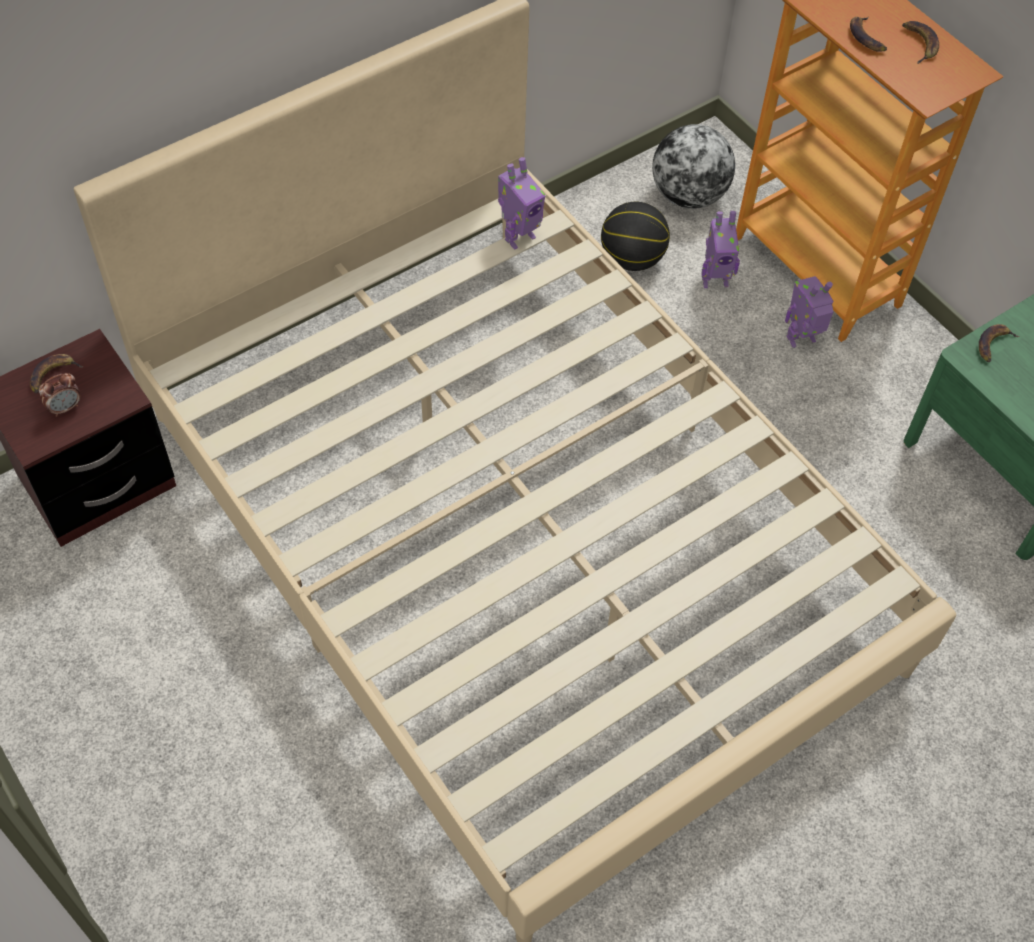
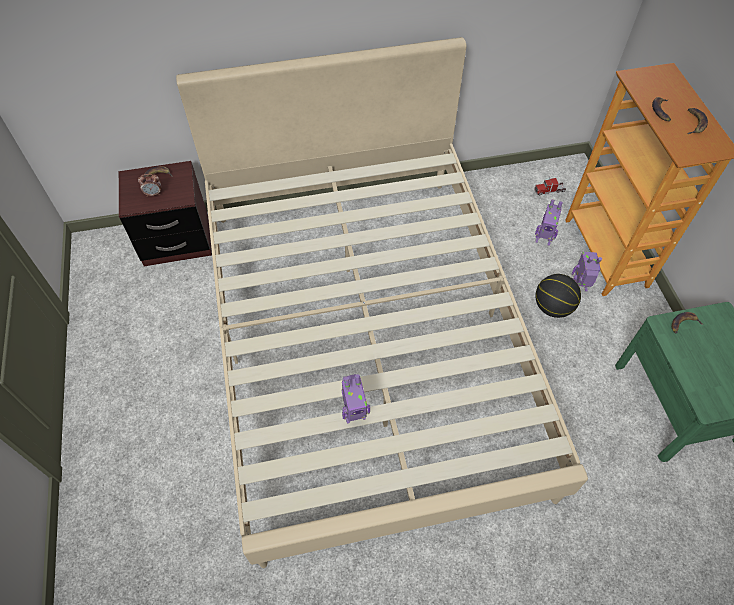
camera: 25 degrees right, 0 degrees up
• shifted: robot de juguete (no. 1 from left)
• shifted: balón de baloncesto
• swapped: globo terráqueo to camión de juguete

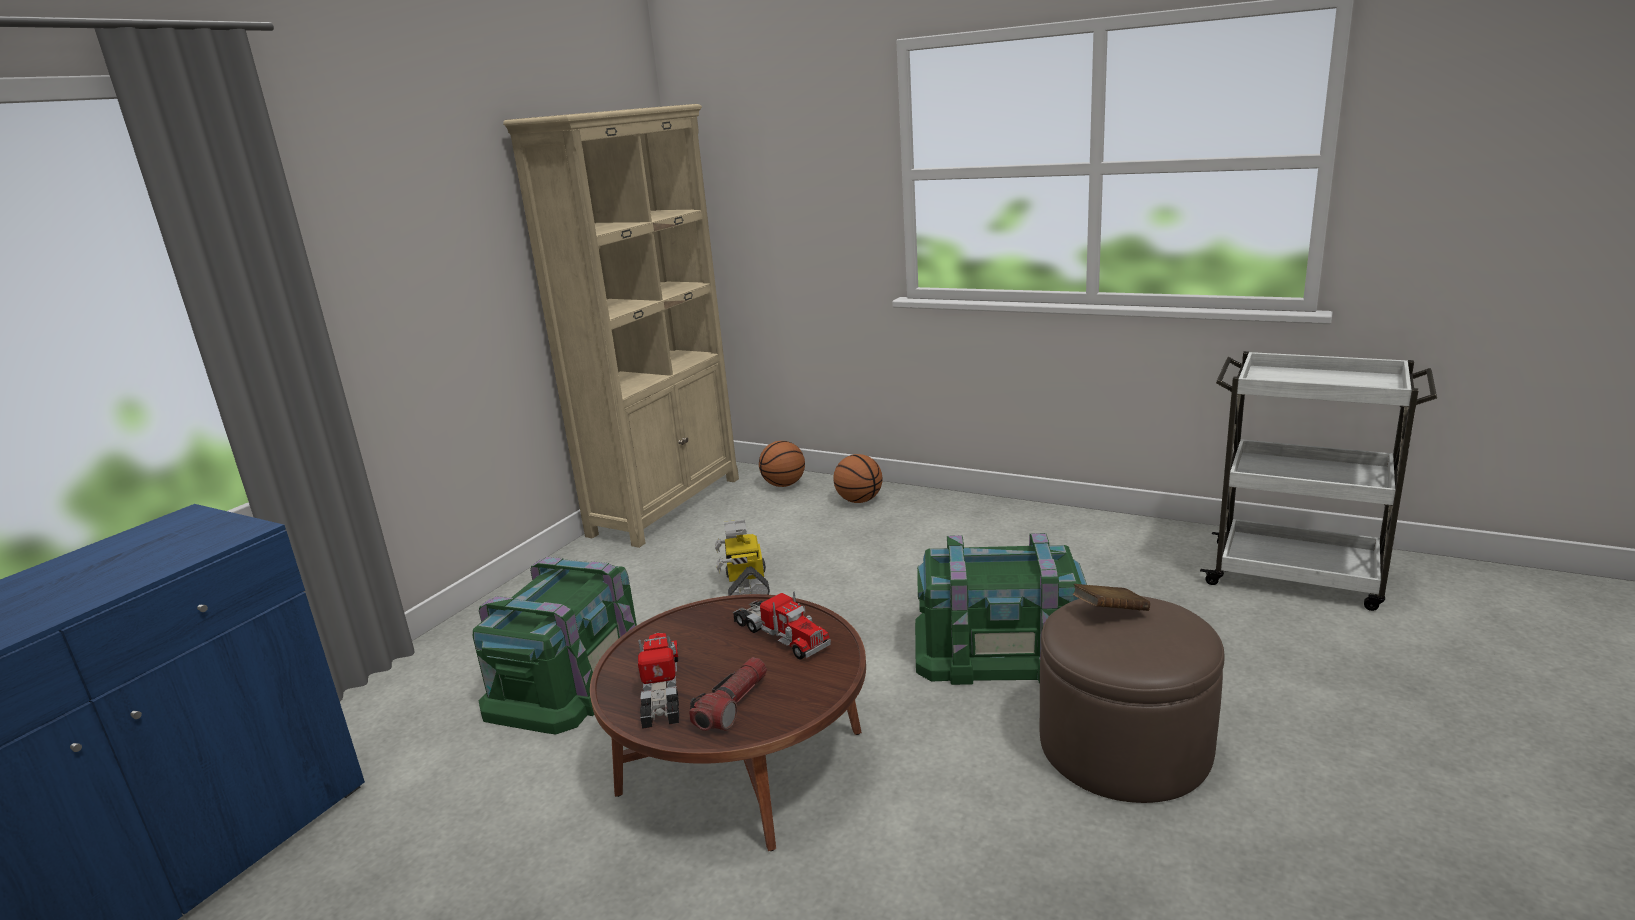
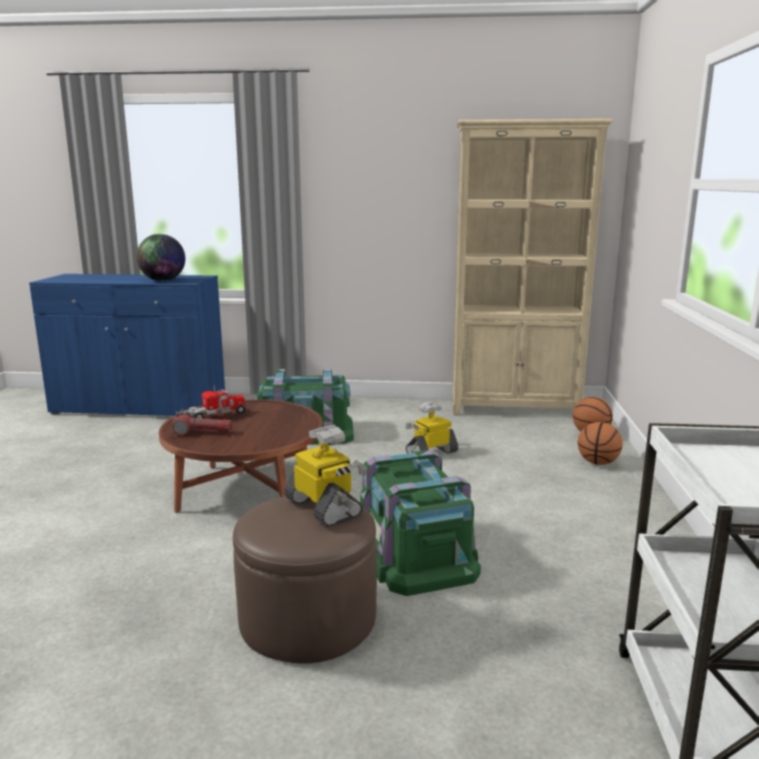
camera: 65 degrees right, 5 degrees down
• gone: camión de juguete (no. 2 from left)
• swapped: libro [marrón] to robot de juguete (no. 1 from left)
• new: globo terráqueo

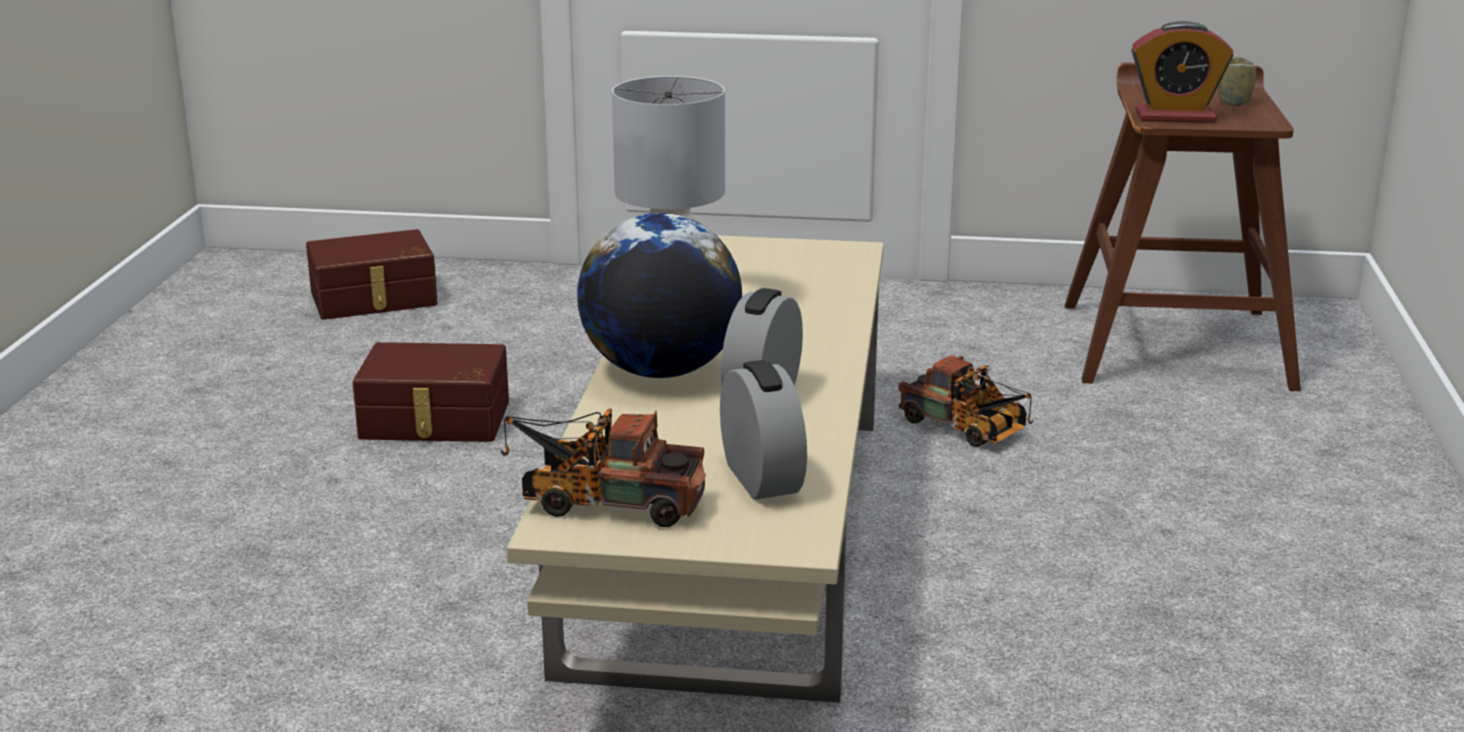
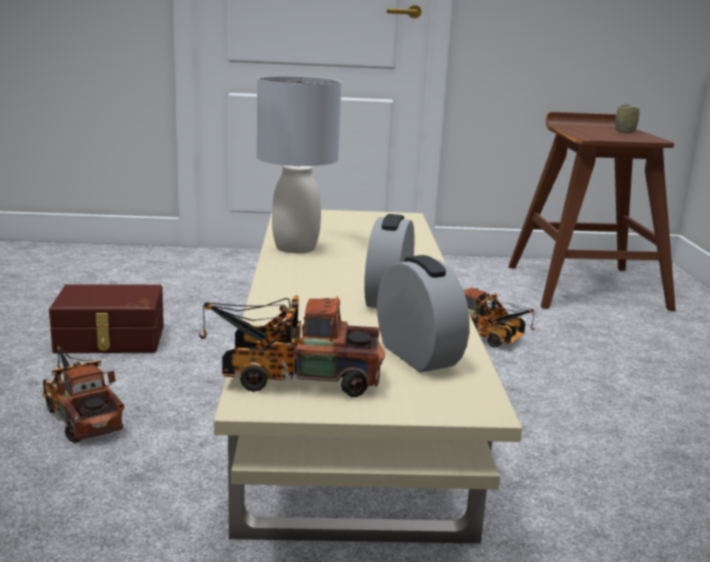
camera: 10 degrees left, 5 degrees down
• gone: caja de almacenaje [marrón] (no. 1 from left)
• gone: globo terráqueo
• gone: despertador (no. 3 from left)
• new: camión de juguete (no. 1 from left)

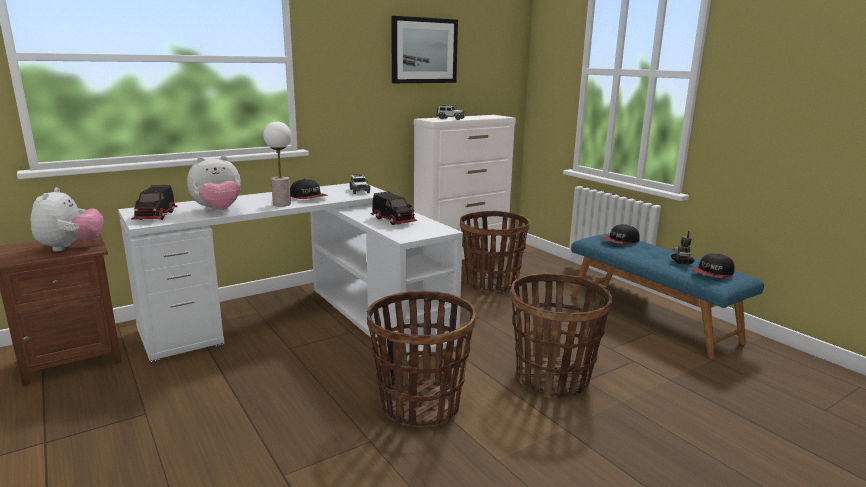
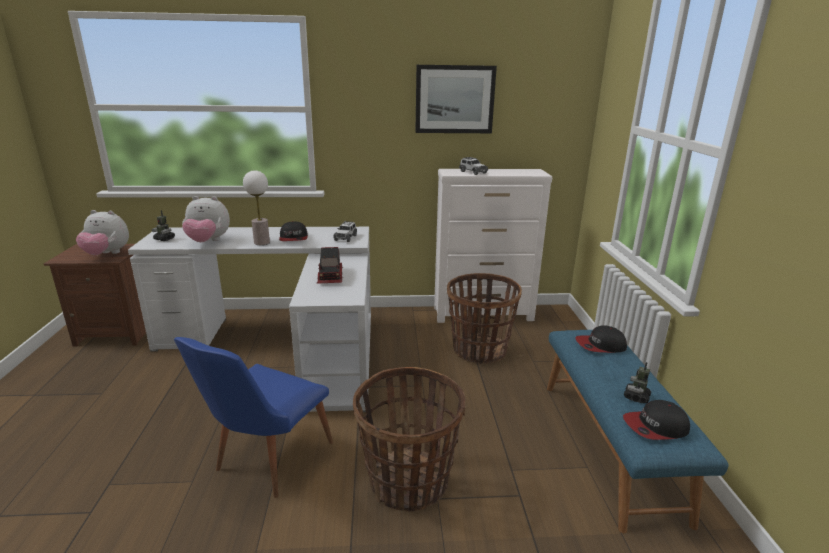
camera: 30 degrees right, 5 degrees up
• rotated: peluche (no. 1 from left) 75 degrees clockwise
• swapped: camión de juguete (no. 1 from left) to robot de juguete (no. 1 from left)
• swapped: cesta (no. 1 from left) to silla [azul]

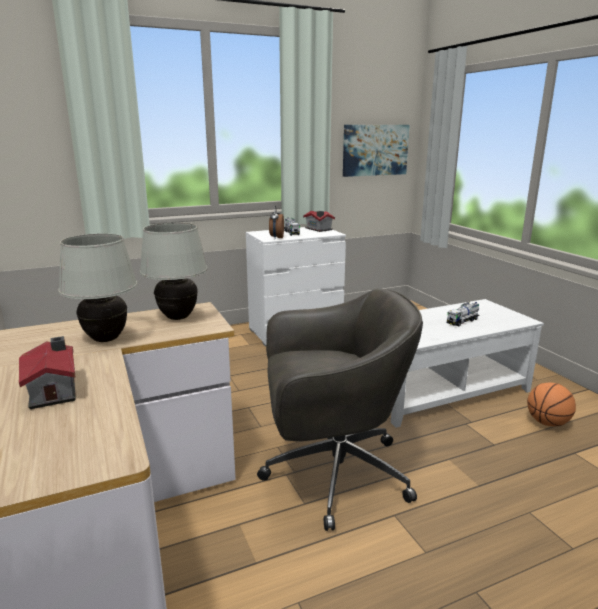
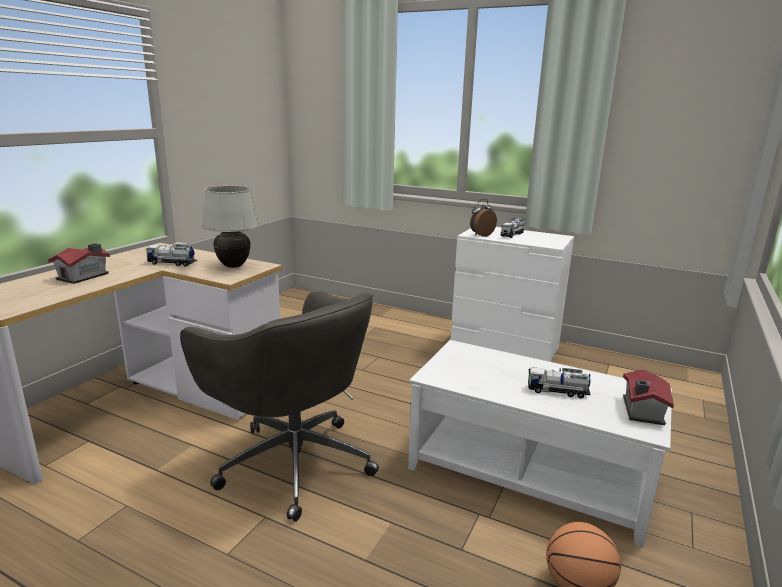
camera: 50 degrees right, 0 degrees up
• swapped: lámpara de mesa [blanco] (no. 1 from left) to camión de juguete (no. 1 from left)
• shifted: casita (no. 2 from left)
• gone: cuadro

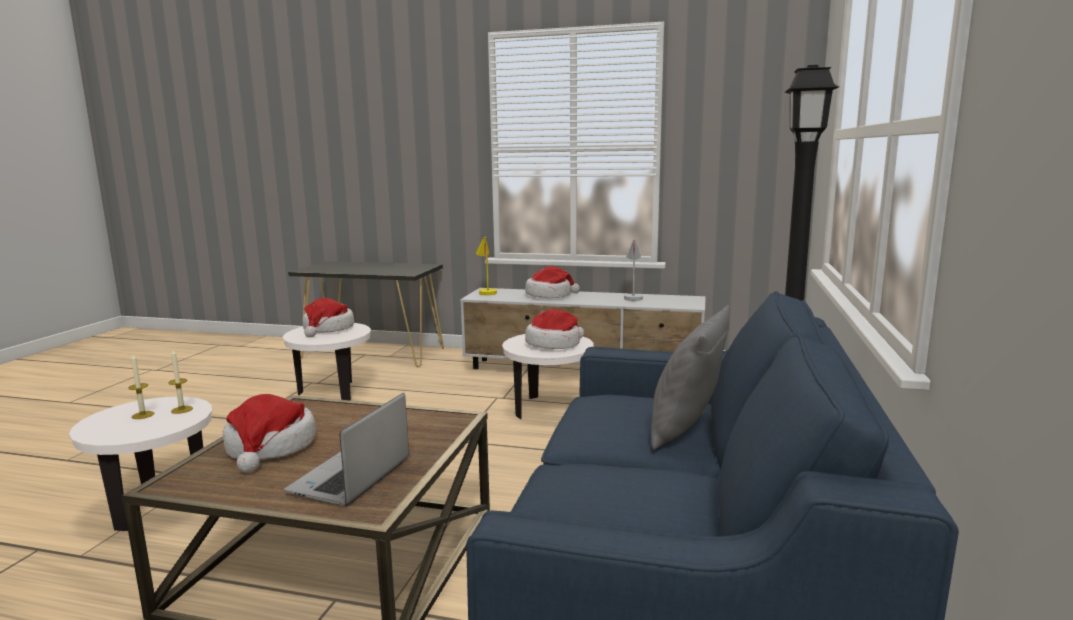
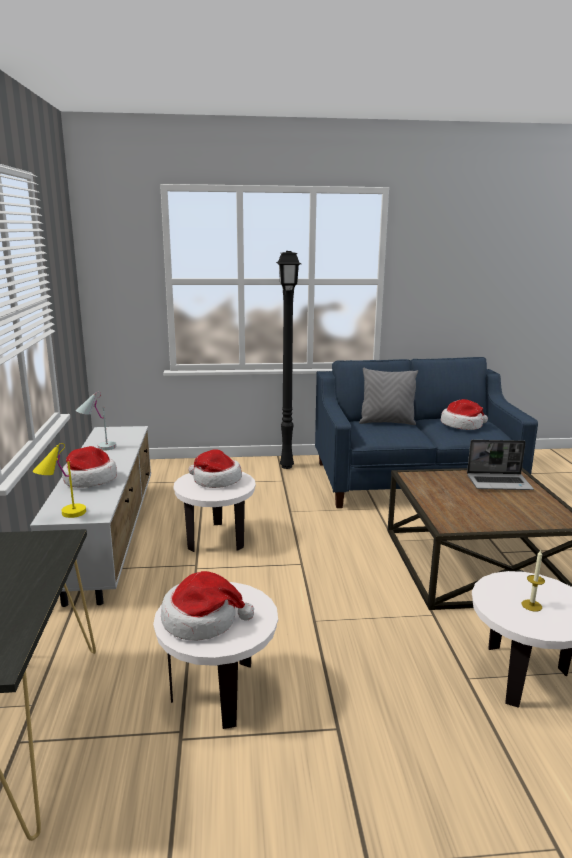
camera: 110 degrees left, 5 degrees up
• gone: vela (no. 2 from left)
• shifted: sombrero (no. 1 from left in the first image) to sombrero (no. 4 from left)

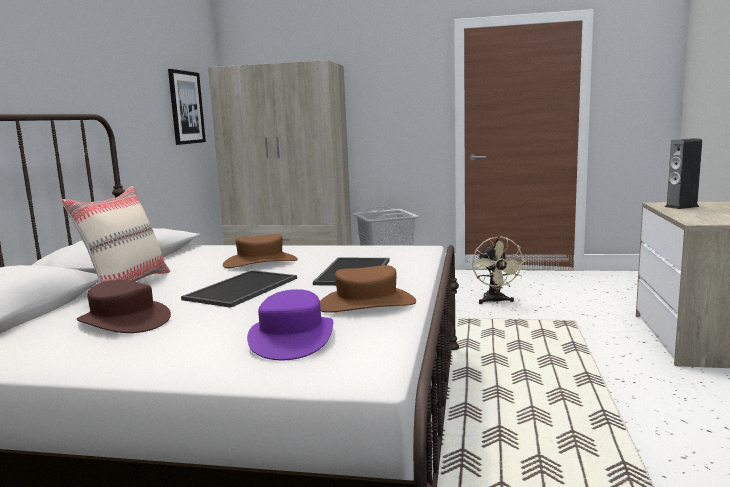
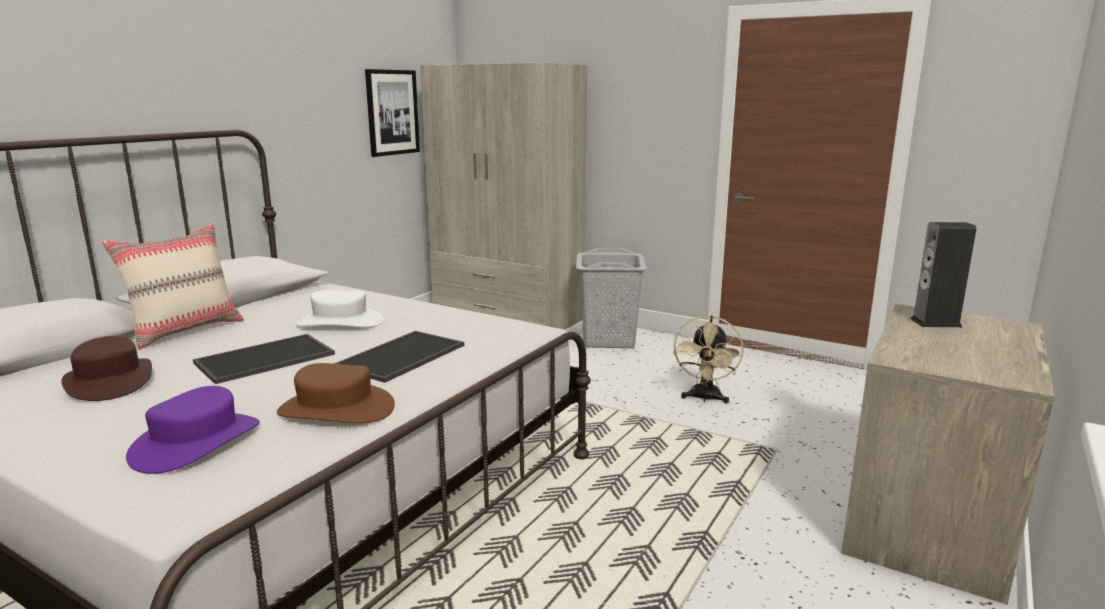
camera: 20 degrees right, 5 degrees up
• repainted: sombrero [marrón] (no. 2 from left) to sombrero [blanco]

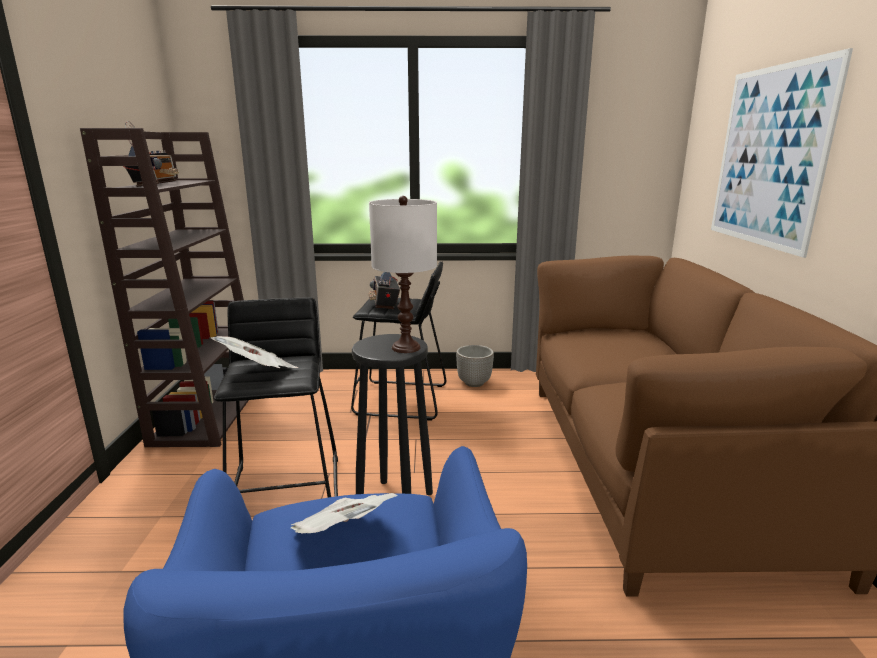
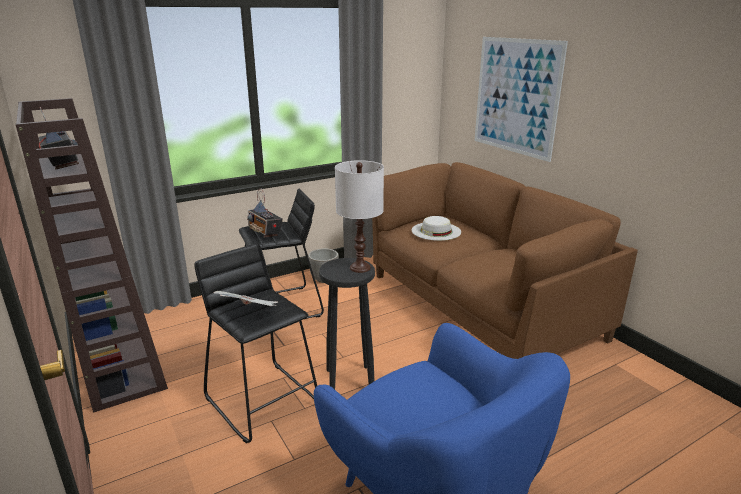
camera: 30 degrees left, 5 degrees up
• gone: periódico (no. 2 from left)
• new: sombrero [blanco]

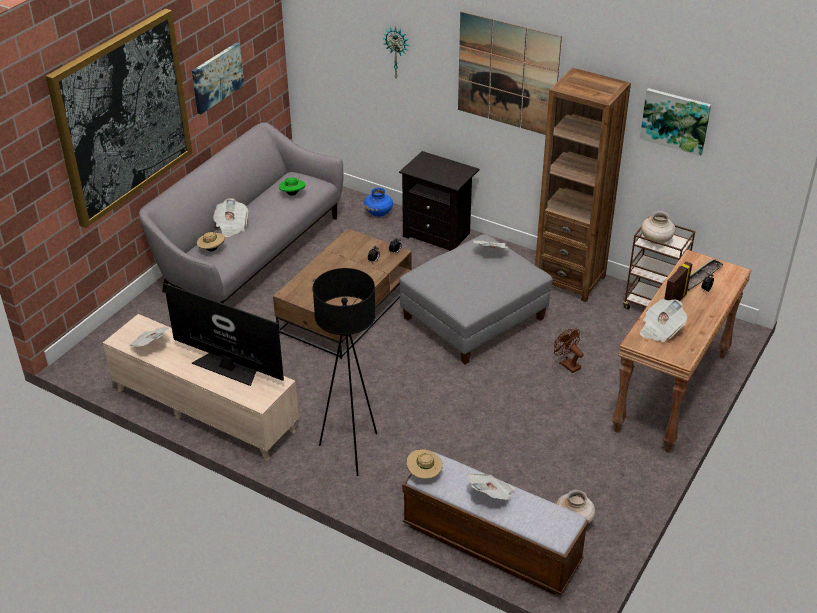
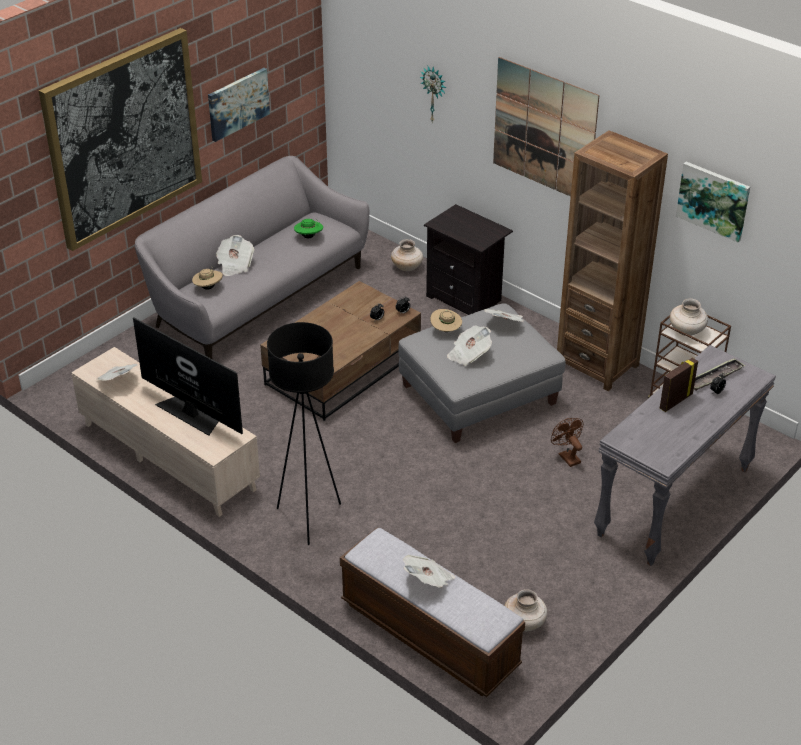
camera: 10 degrees right, 0 degrees up
• repainted: florero [azul] to florero [beis] (no. 1 from left)
• shifted: sombrero [beis] (no. 2 from left)
• repainted: mesa consola [marrón] to mesa consola [gris]
• shifted: periódico (no. 5 from left in the first image) to periódico (no. 4 from left)

